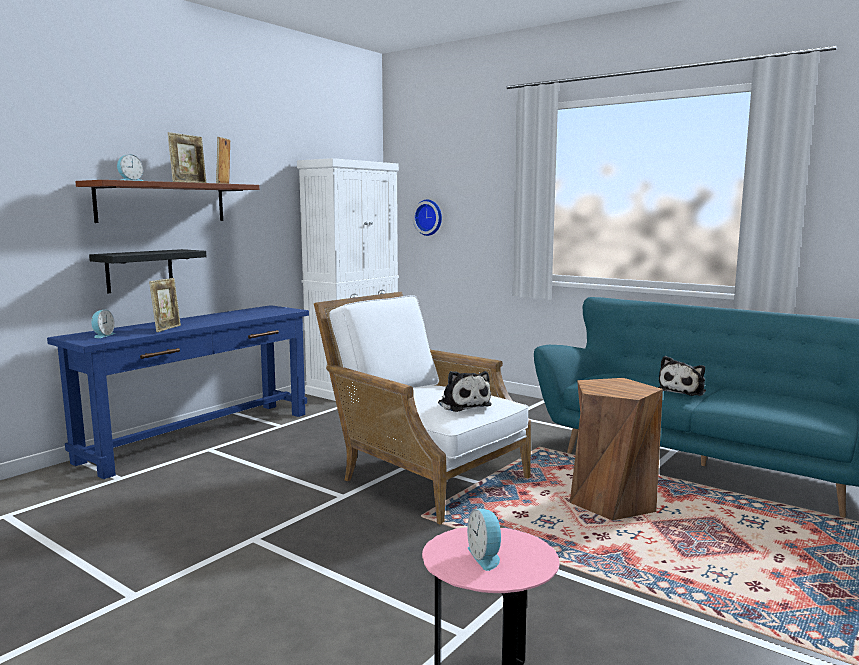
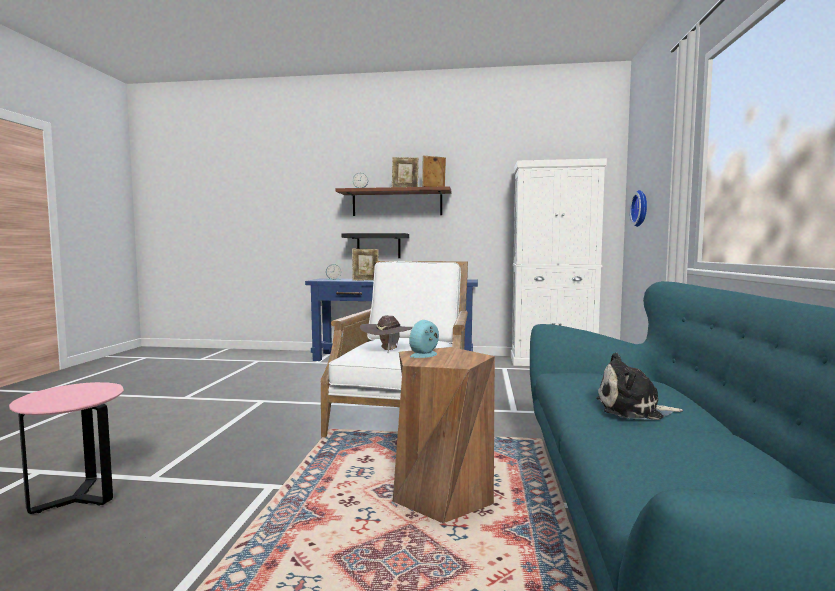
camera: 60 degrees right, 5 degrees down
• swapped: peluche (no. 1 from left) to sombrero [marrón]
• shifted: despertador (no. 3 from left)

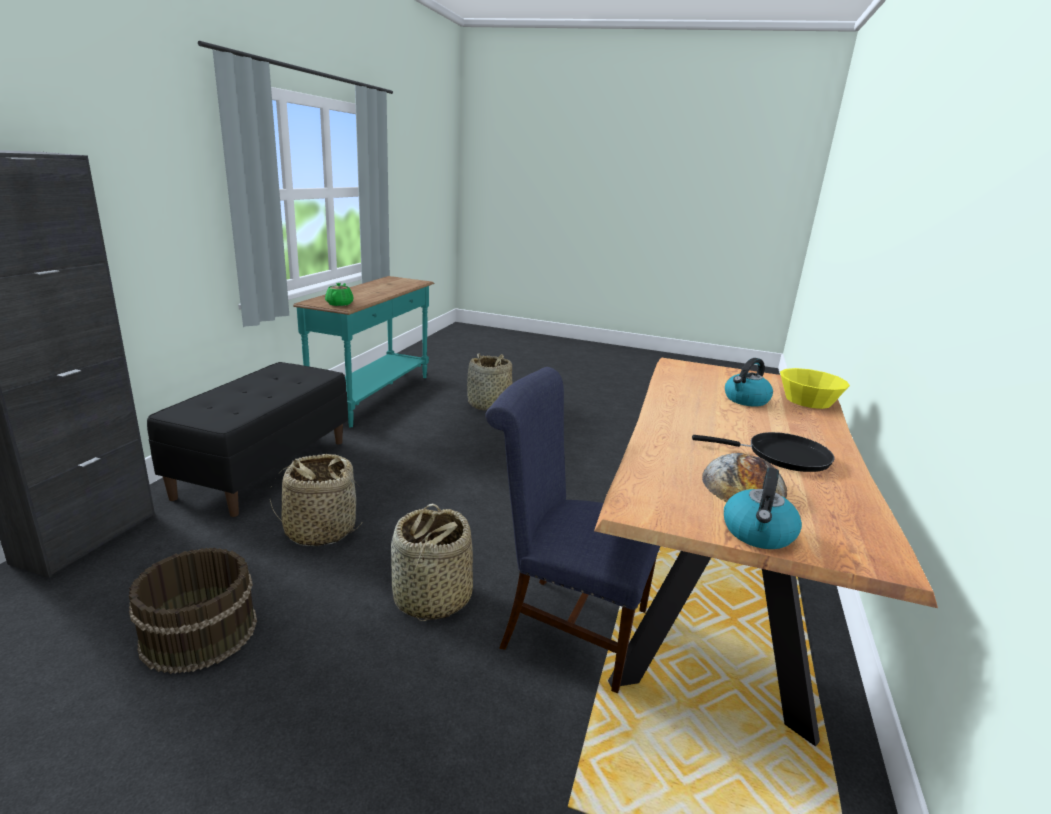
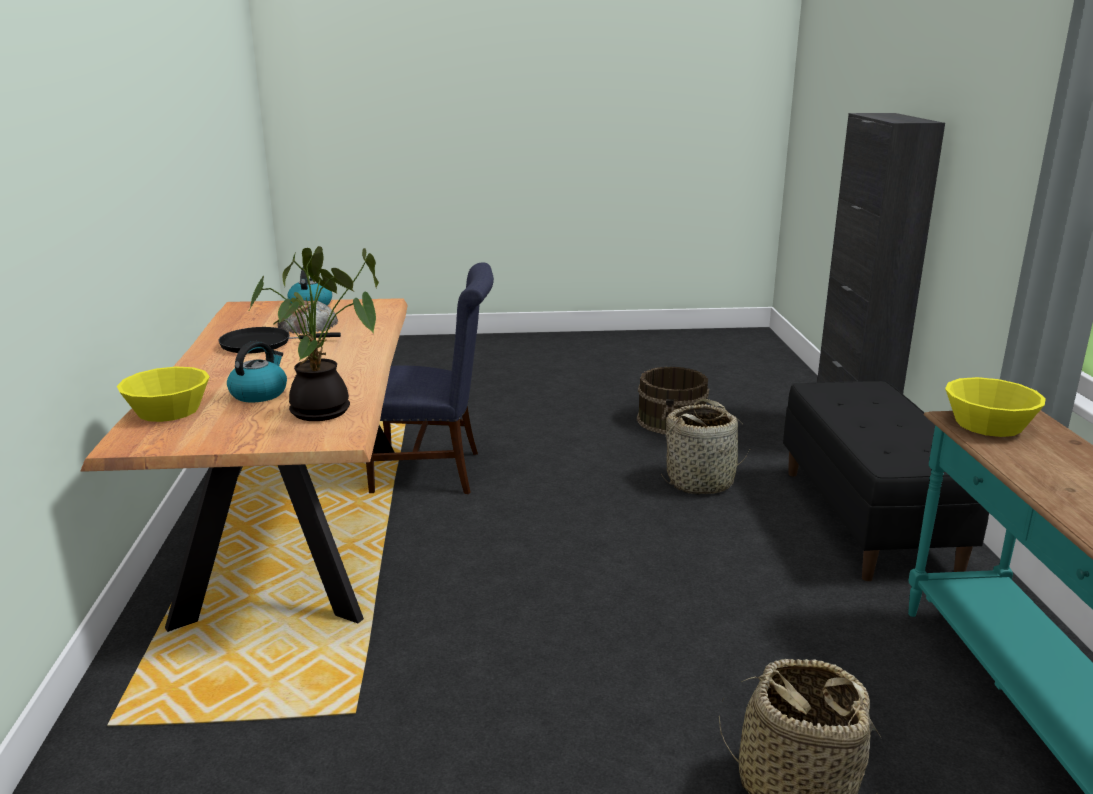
camera: 160 degrees right, 0 degrees up
• swapped: tetera [verde] to cuenco [amarillo] (no. 2 from left)
• gone: cesta (no. 2 from left)
• new: planta en maceta

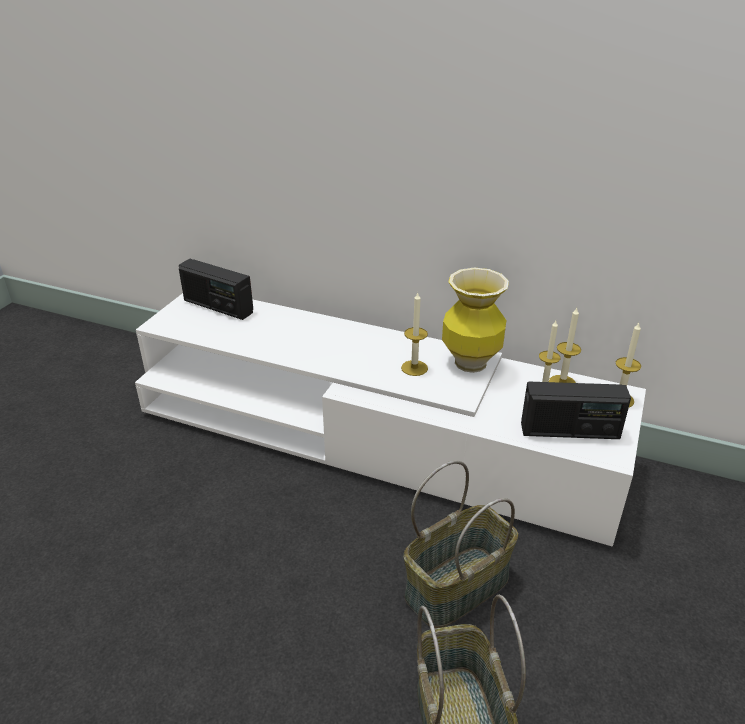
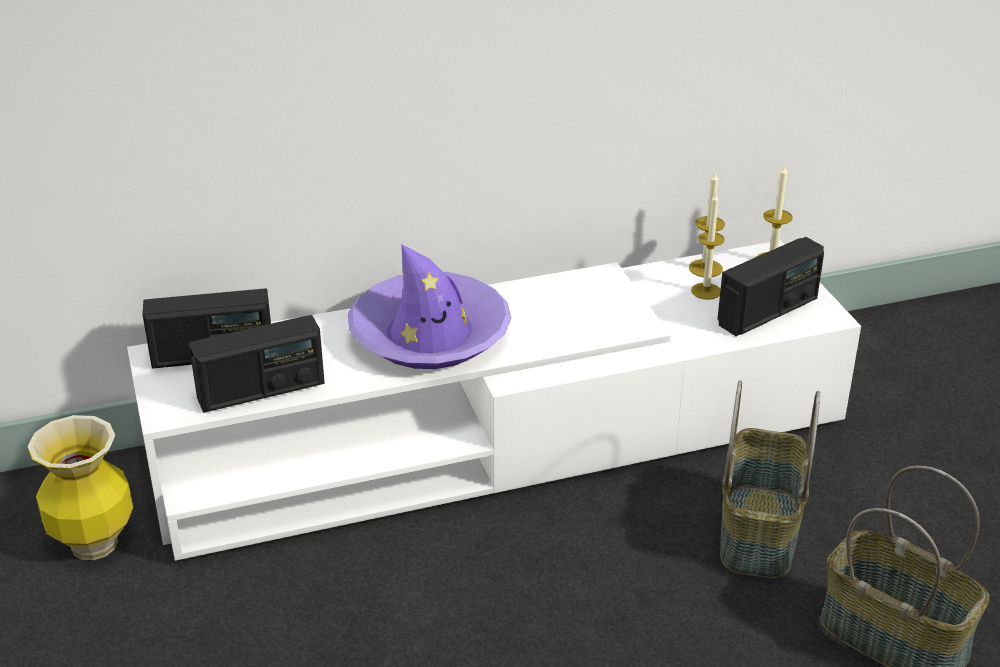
camera: 40 degrees left, 0 degrees up
• gone: vela (no. 1 from left)
• shifted: florero
• new: radio (no. 2 from left)
• new: sombrero [morado]

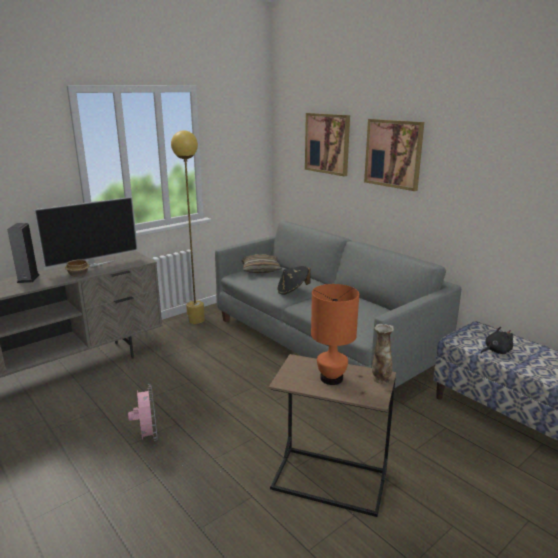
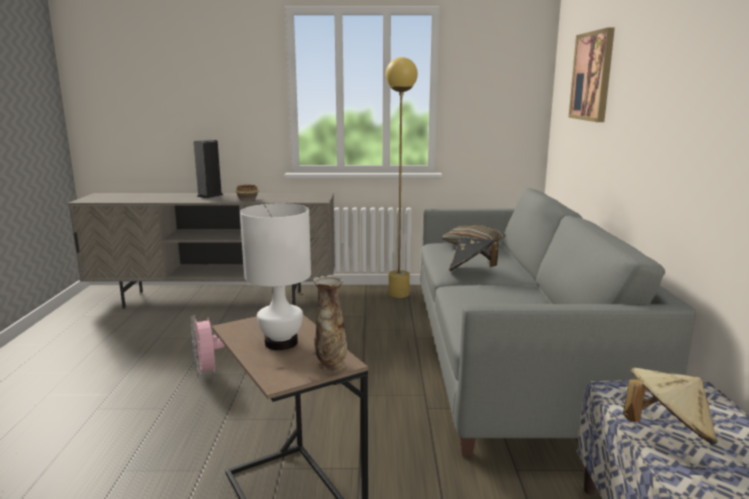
camera: 40 degrees right, 5 degrees down
• gone: televisor
• rotated: ventilador [rosa] 135 degrees clockwise
• repainted: lámpara de mesa [naranja] to lámpara de mesa [blanco]
• gone: cuadro (no. 2 from left)
• swapped: peluche [negro] to sombrero [beis]

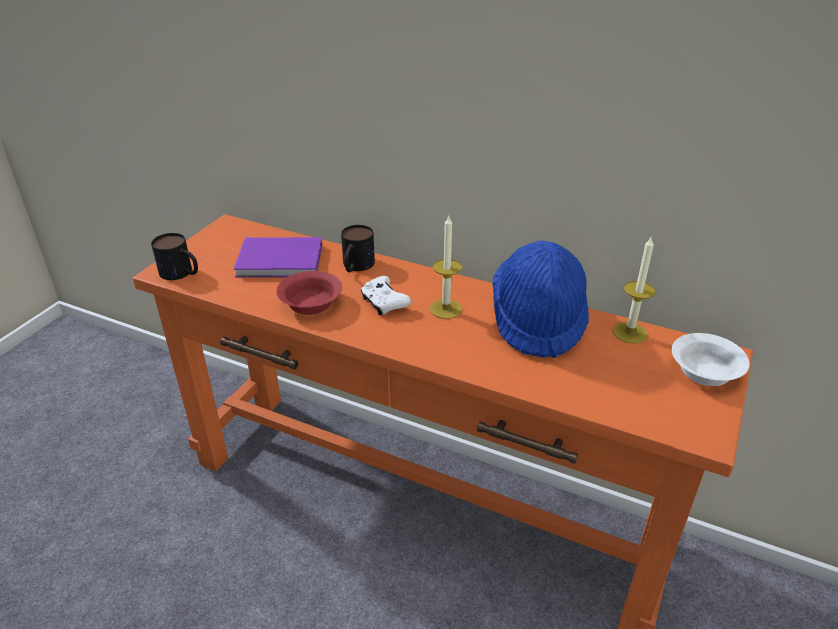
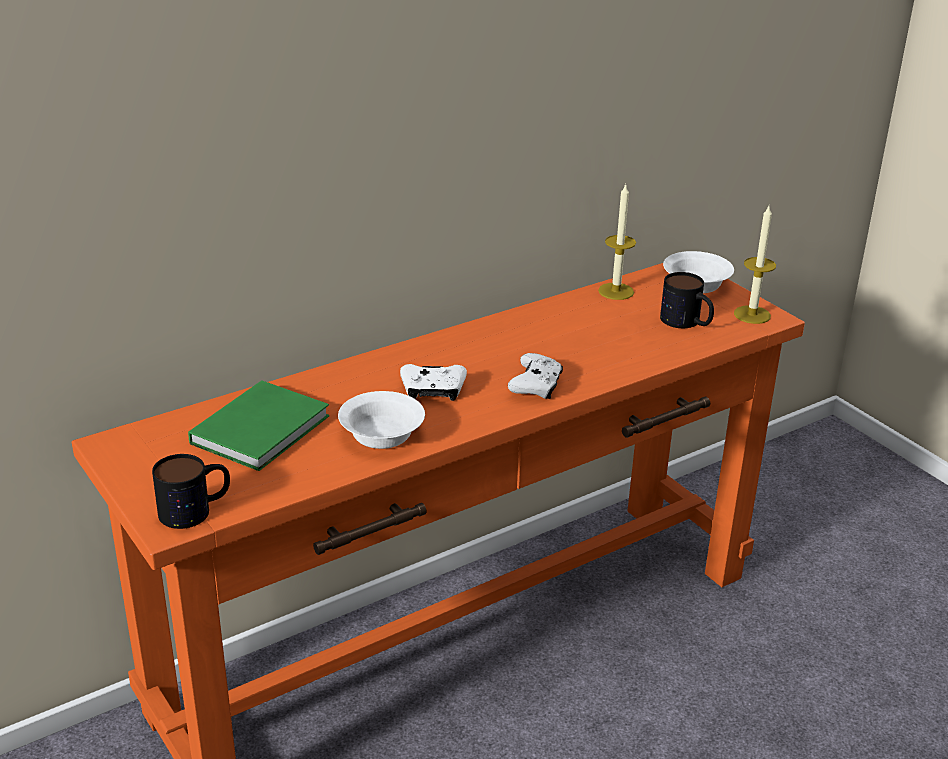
camera: 60 degrees left, 5 degrees down
• repainted: libro [morado] to libro [verde]
• repainted: cuenco [rojo] to cuenco [blanco] (no. 1 from left)
• shifted: taza grande (no. 2 from left)
• shifted: vela (no. 1 from left in the first image) to vela (no. 2 from left)
• gone: sombrero [azul]
• new: mando de consola [blanco] (no. 2 from left)

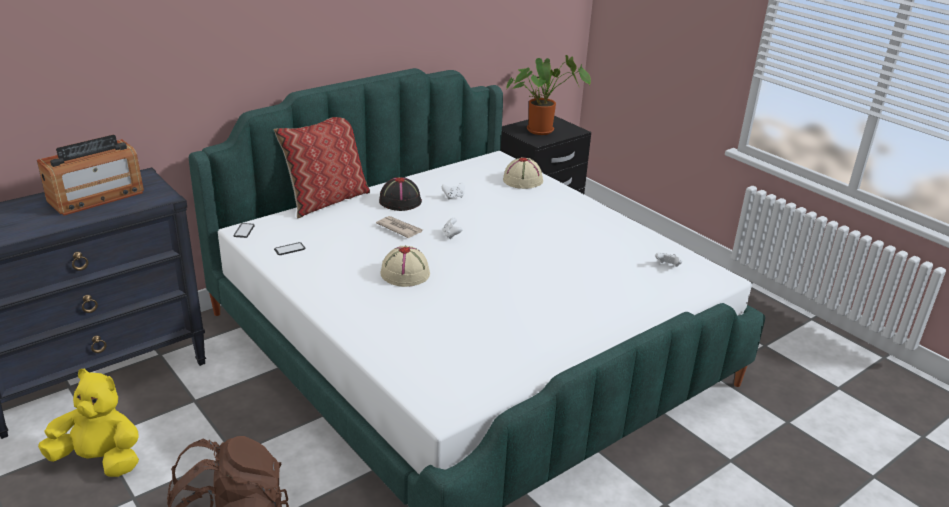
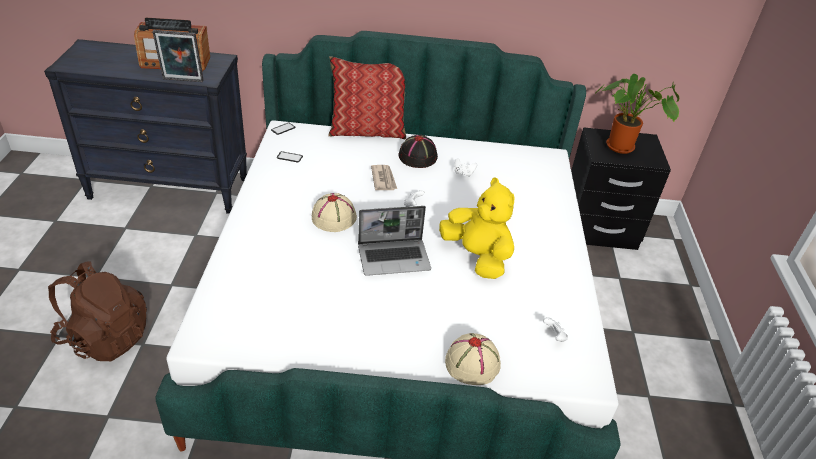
camera: 40 degrees right, 10 degrees up
• shifted: peluche [amarillo]
• shifted: sombrero [beis] (no. 2 from left)
• new: portarretratos
• new: portátil

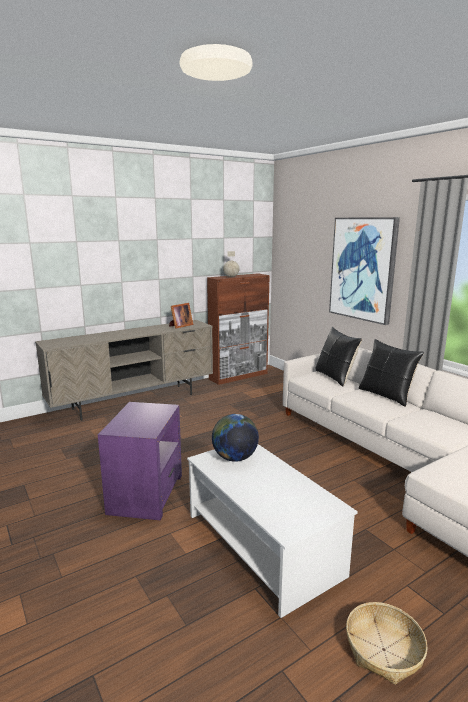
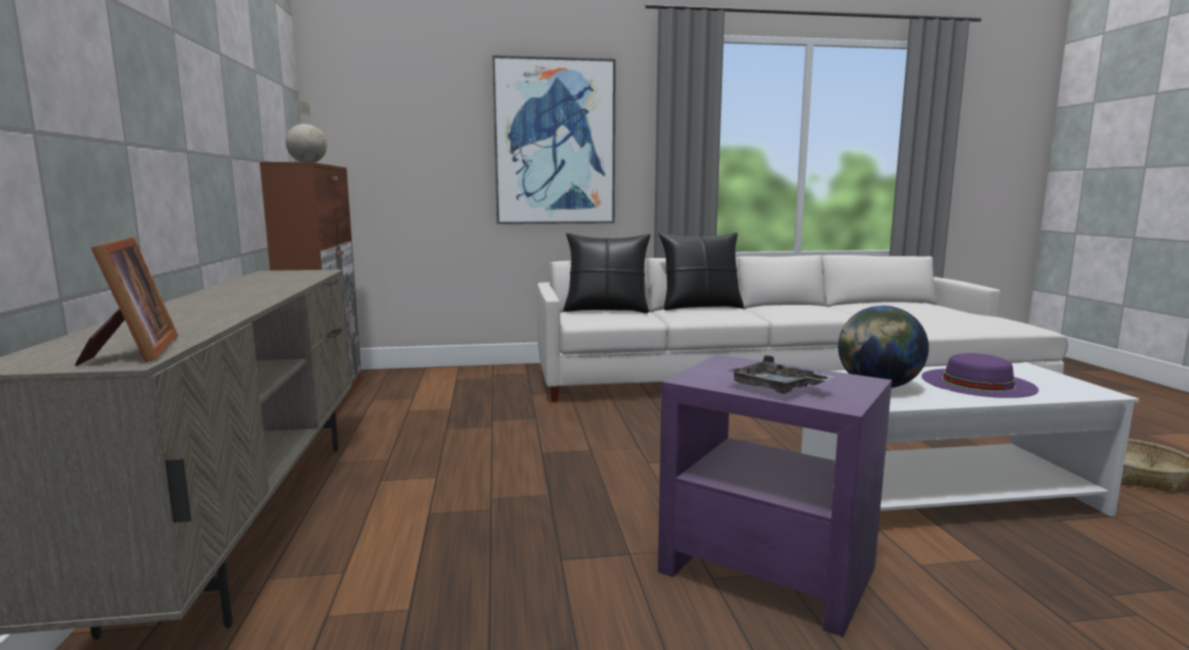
camera: 65 degrees left, 5 degrees down
• shifted: portarretratos
• new: bandeja [gris]
• new: sombrero [morado]

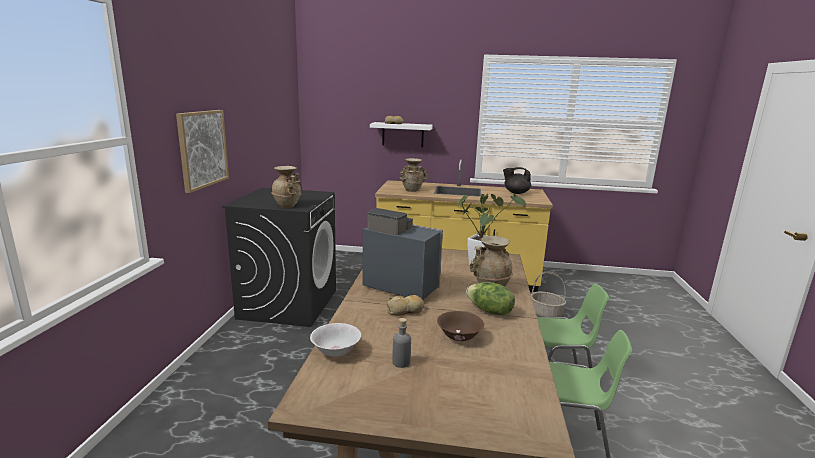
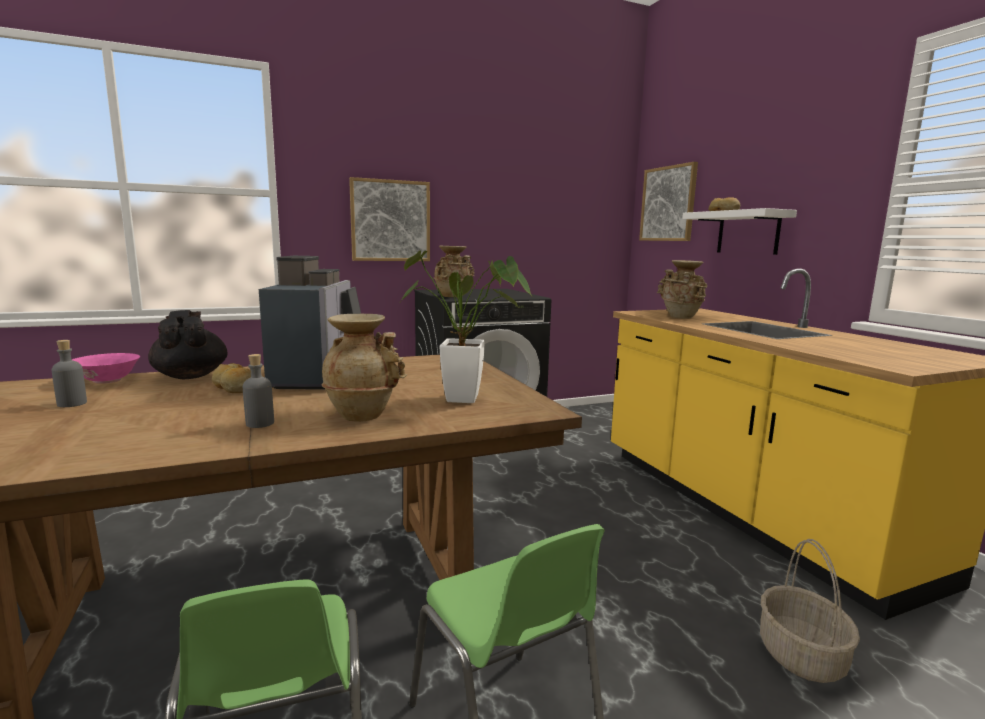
camera: 60 degrees right, 5 degrees down
• repainted: cuenco [blanco] to cuenco [rosa]
• gone: cuenco [marrón]
• swapped: lechuga to botella [gris] (no. 2 from left)
• shifted: tetera [negro]
• new: cuadro (no. 2 from left)

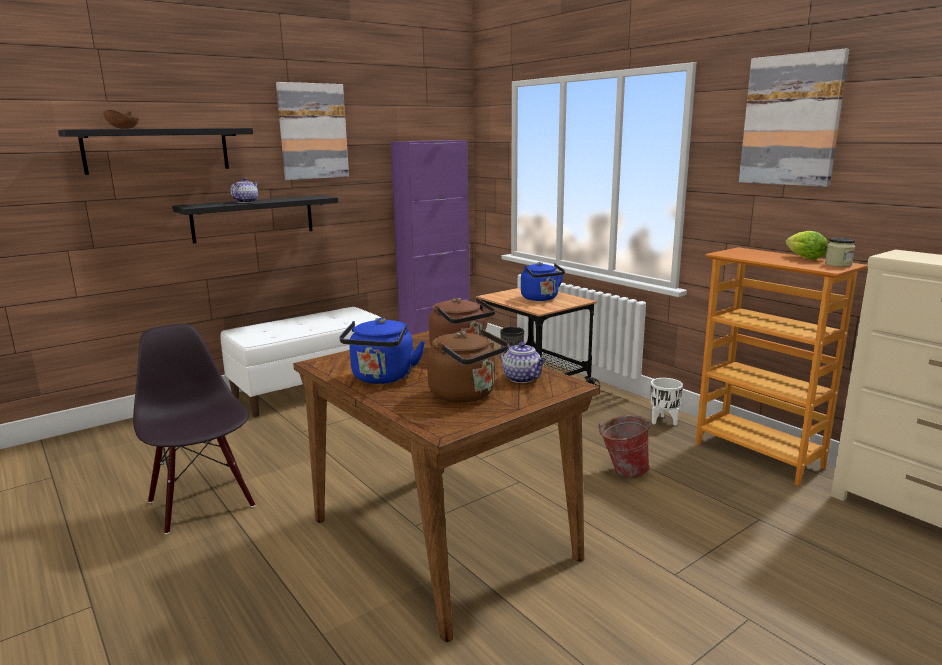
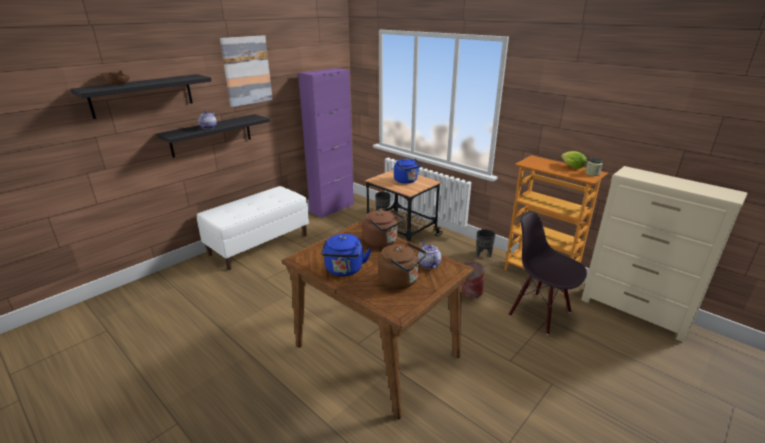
camera: 10 degrees left, 10 degrees up
• shifted: silla [negro]
• rotated: tetera (no. 2 from left) 150 degrees counterclockwise
• repainted: maceta [blanco] to maceta [negro] (no. 2 from left)
• gone: cuadro (no. 2 from left)

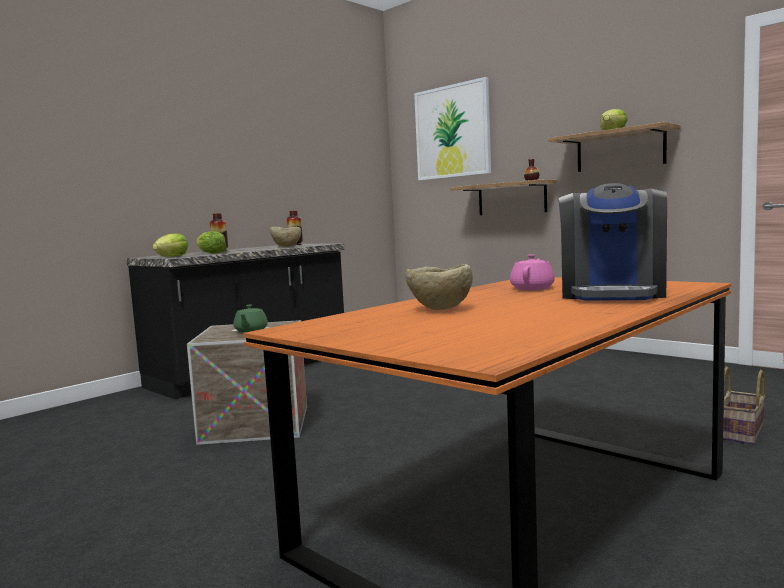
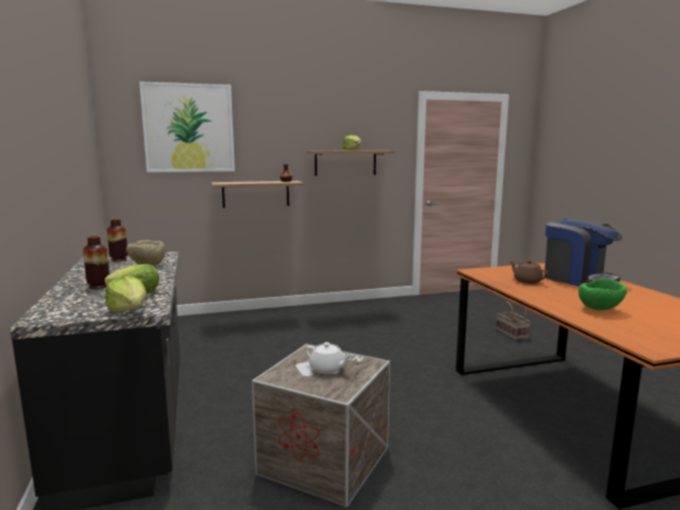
camera: 60 degrees left, 5 degrees up
• repainted: tetera [verde] to tetera [blanco]
• repainted: cuenco [beis] (no. 2 from left) to cuenco [verde]
• repainted: tetera [rosa] to tetera [marrón]

